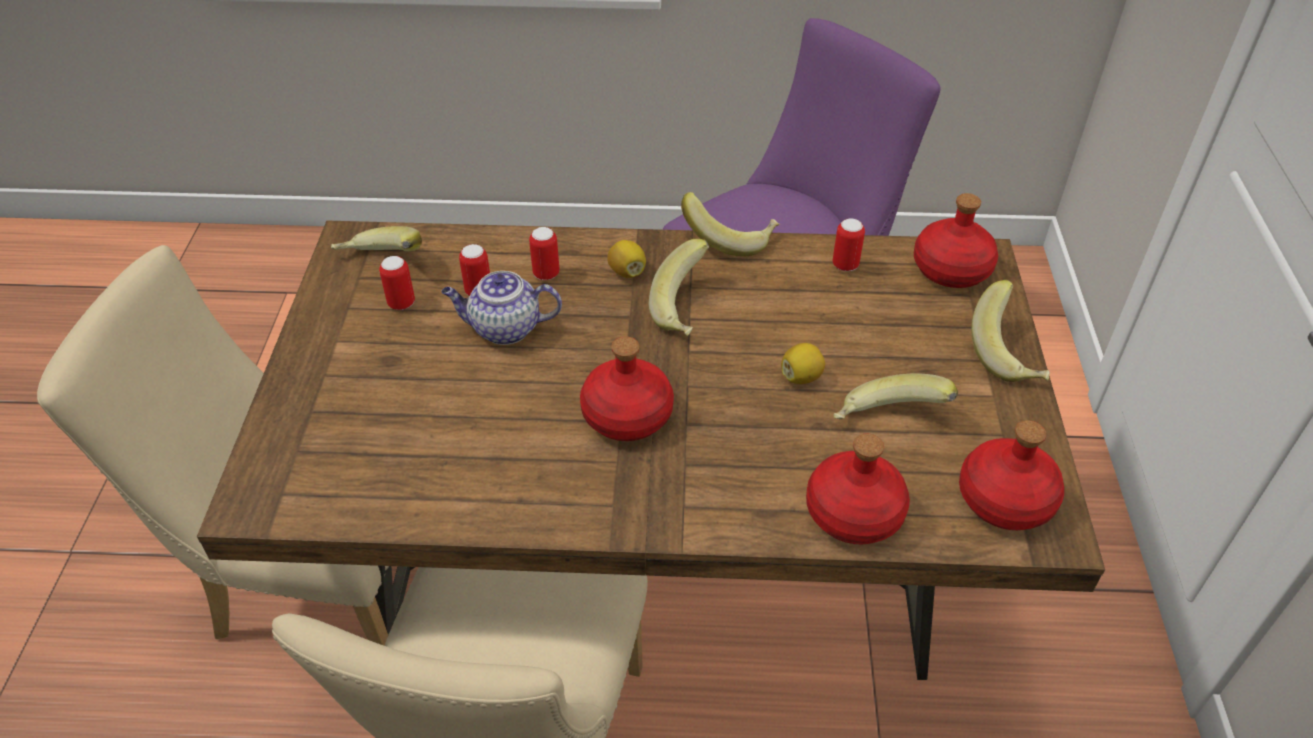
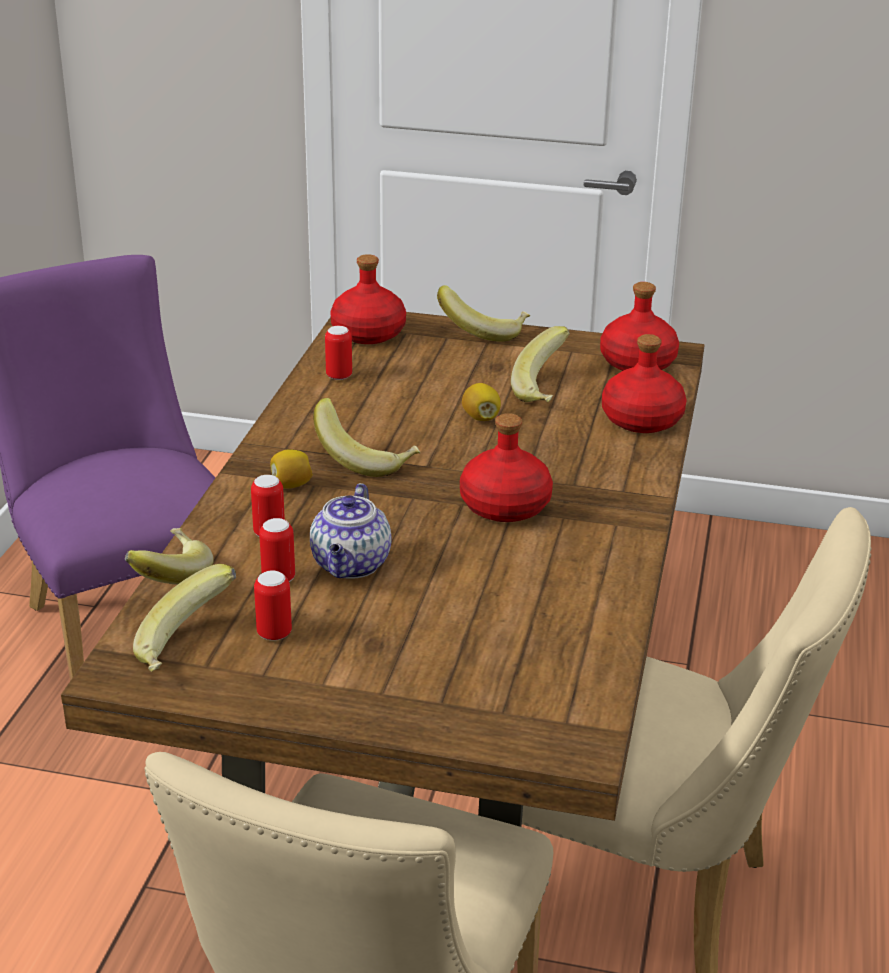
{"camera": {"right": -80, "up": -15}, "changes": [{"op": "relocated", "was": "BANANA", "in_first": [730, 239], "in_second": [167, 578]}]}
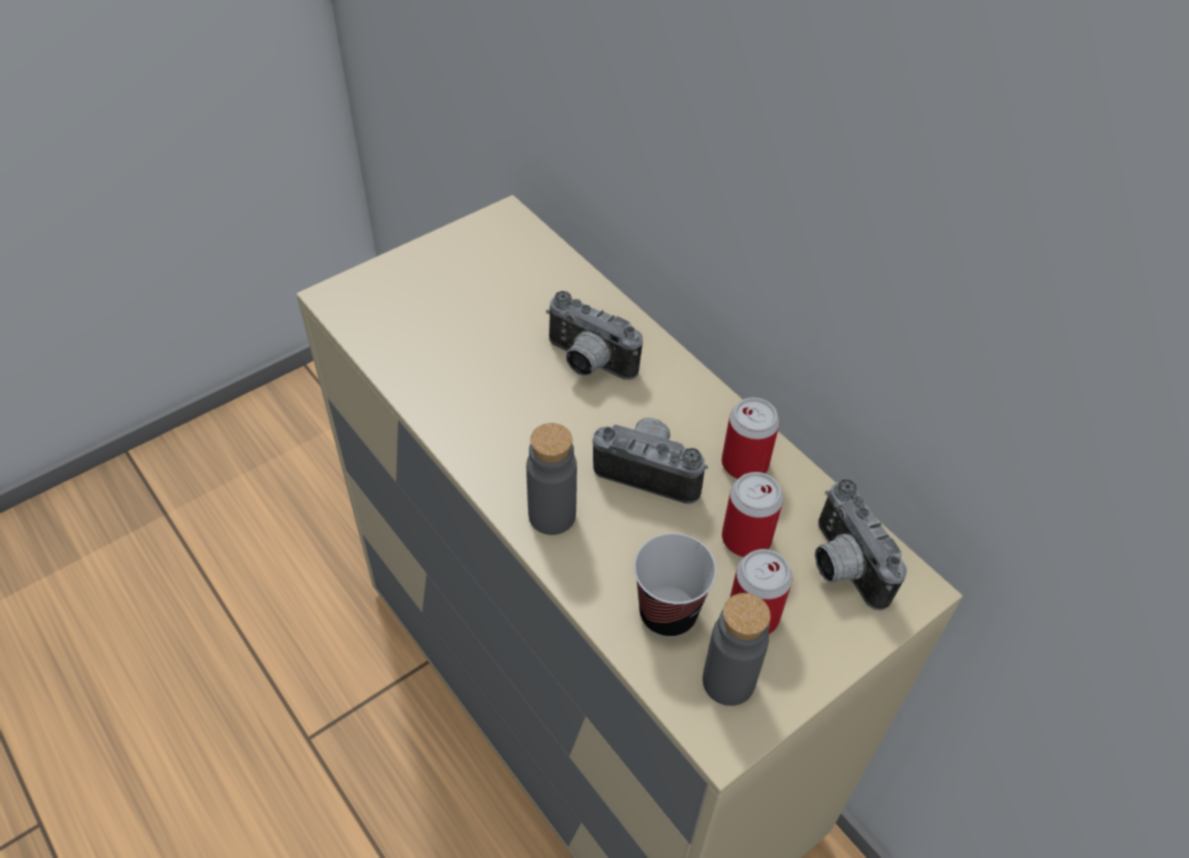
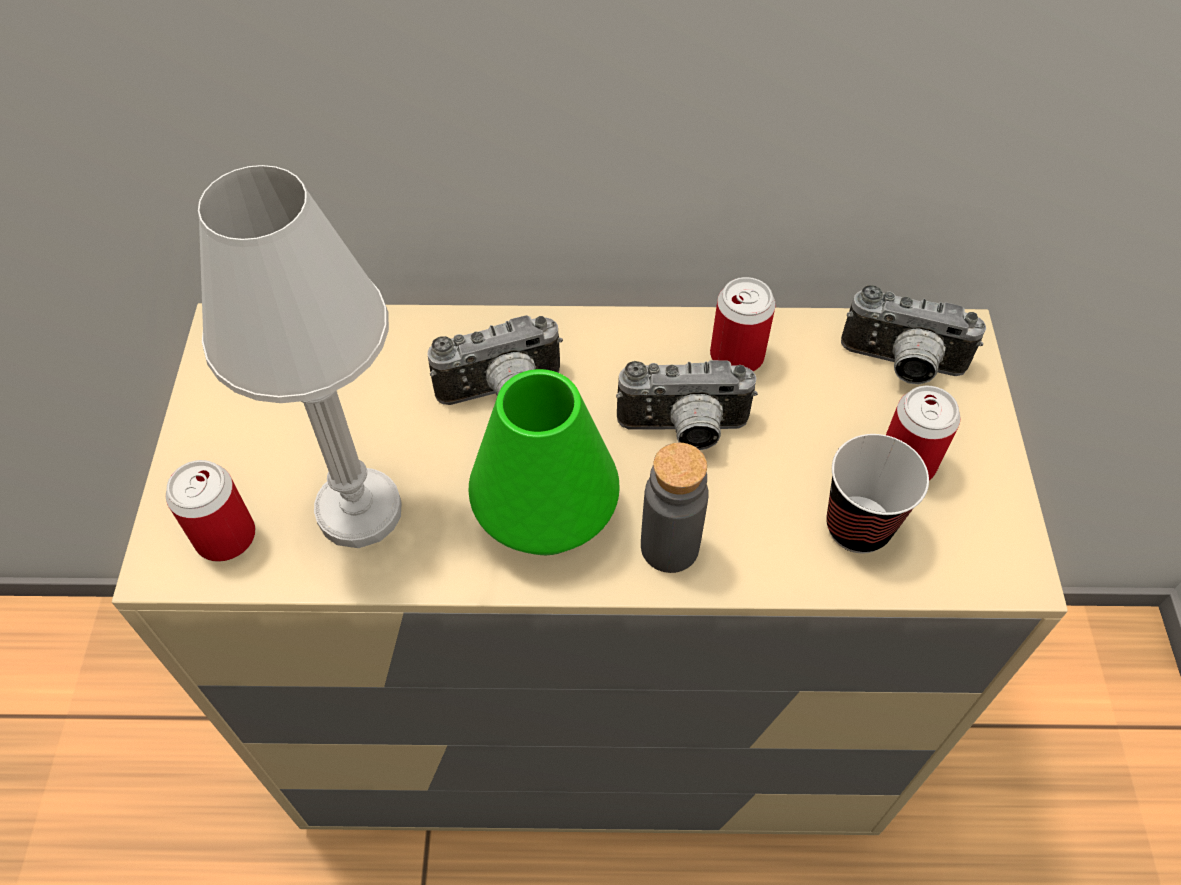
{"camera": {"right": -50, "up": 5}, "changes": [{"op": "missing", "was": "GREY BOTTLE", "in_first": [728, 681]}, {"op": "appeared", "now": "WHITE TABLE LAMP", "in_second": [359, 511]}, {"op": "appeared", "now": "GREEN VASE", "in_second": [546, 515]}, {"op": "relocated", "was": "CAN", "in_first": [746, 538], "in_second": [225, 536]}, {"op": "spun", "was": "PHOTO CAMERA", "in_first": [650, 471], "in_second": [683, 431], "clockwise": -150}]}
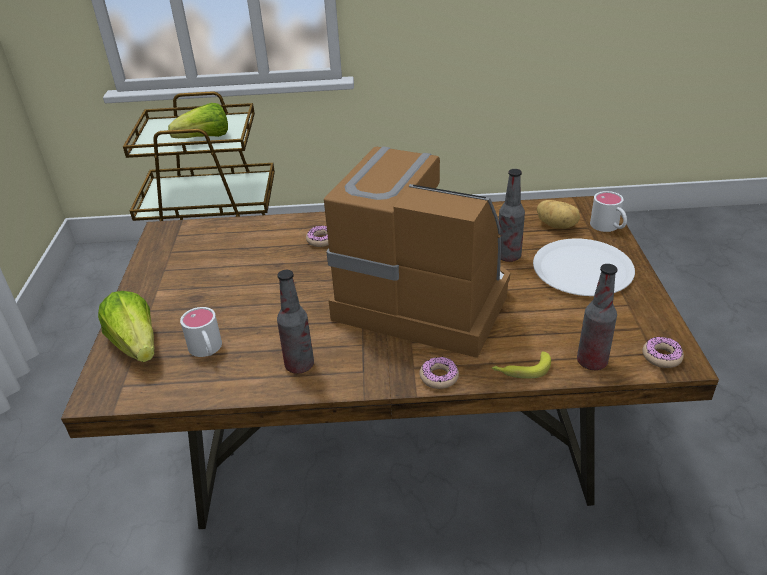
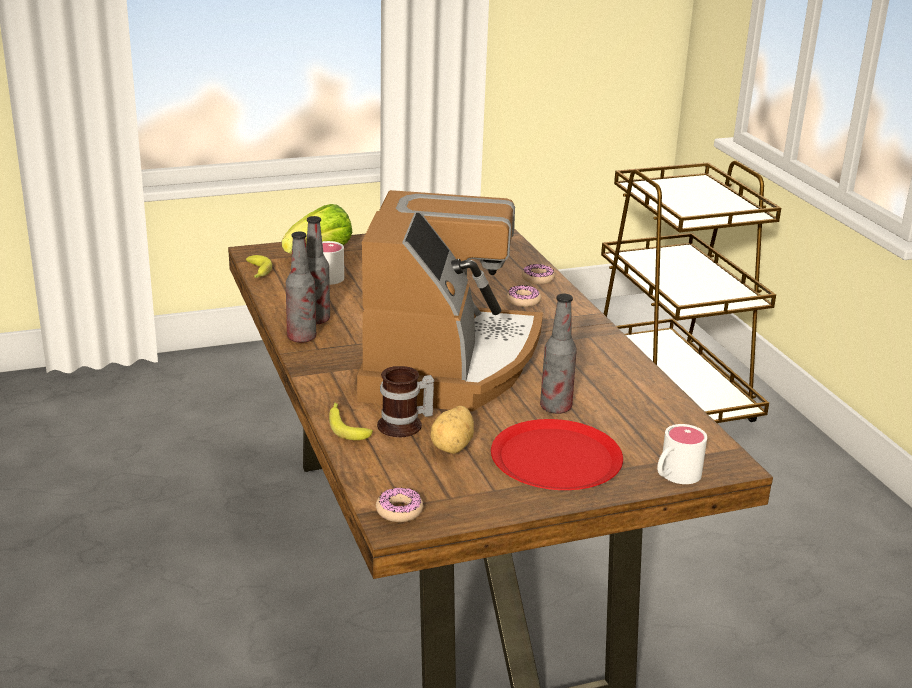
{"camera": {"right": 70, "up": -10}, "changes": [{"op": "missing", "was": "LETTUCE", "in_first": [205, 138]}, {"op": "appeared", "now": "BANANA", "in_second": [257, 272]}, {"op": "appeared", "now": "MUG", "in_second": [404, 426]}, {"op": "relocated", "was": "DONUT", "in_first": [439, 377], "in_second": [538, 279]}, {"op": "relocated", "was": "POTATO", "in_first": [557, 225], "in_second": [454, 446]}, {"op": "relocated", "was": "BOTTLE", "in_first": [591, 362], "in_second": [301, 338]}, {"op": "colour", "was": "WHITE PLATE", "now": "RED PLATE", "in_first": [582, 269], "in_second": [556, 458]}]}
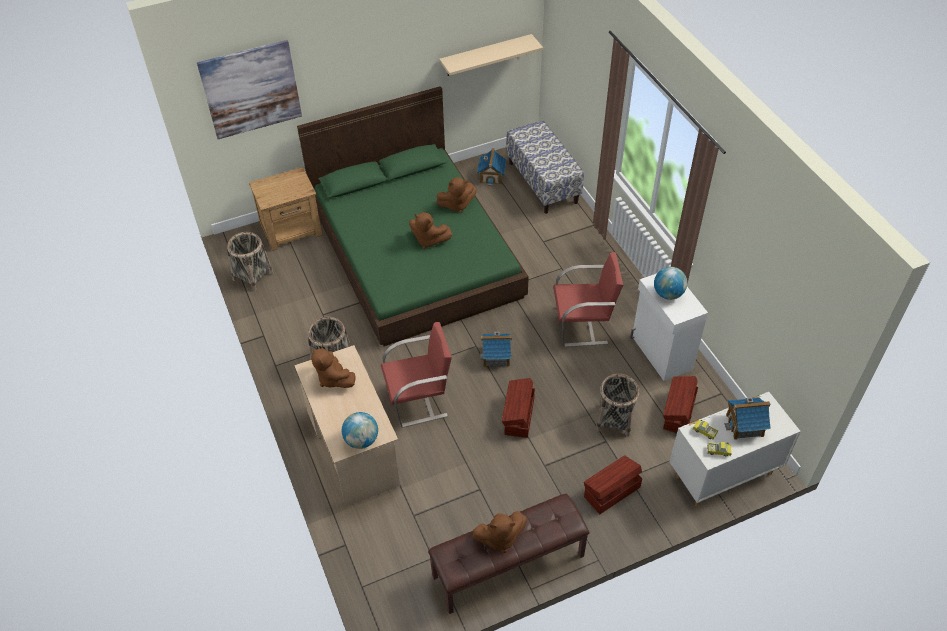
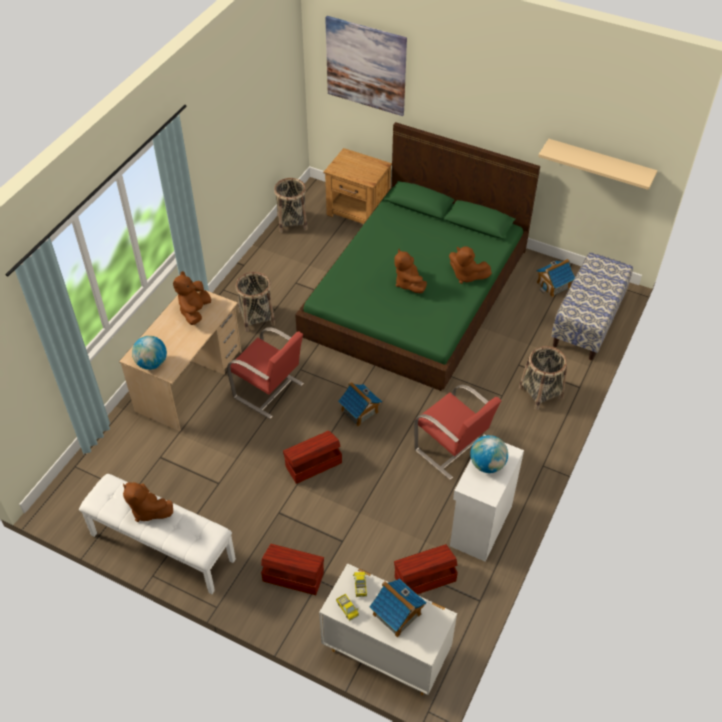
{"camera": {"right": 50, "up": 0}, "changes": [{"op": "relocated", "was": "BASKET", "in_first": [614, 420], "in_second": [540, 393]}, {"op": "colour", "was": "BROWN BENCH", "now": "WHITE BENCH", "in_first": [508, 566], "in_second": [162, 547]}]}
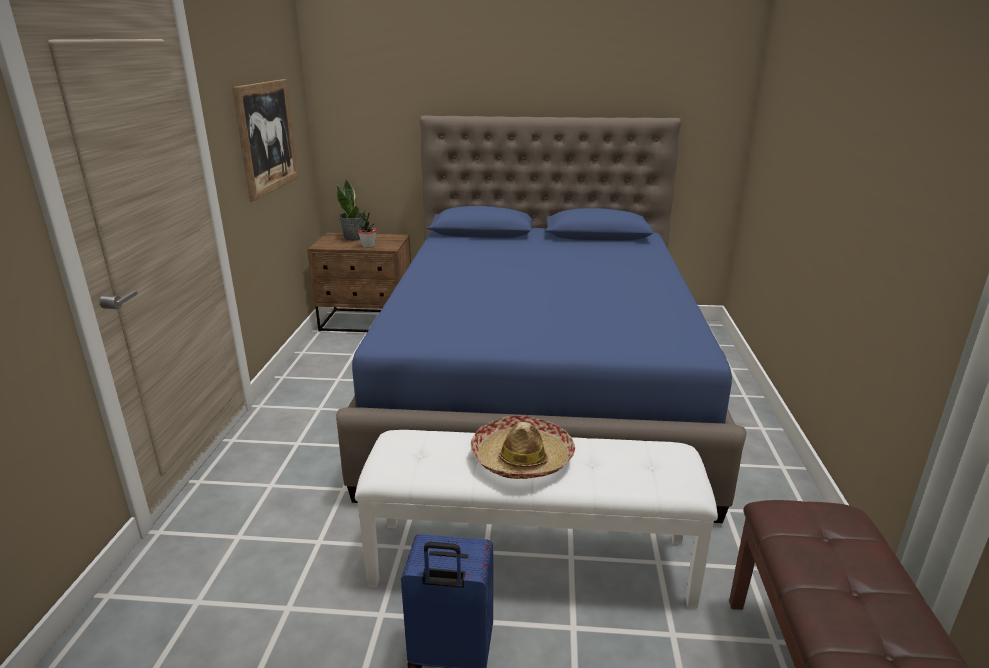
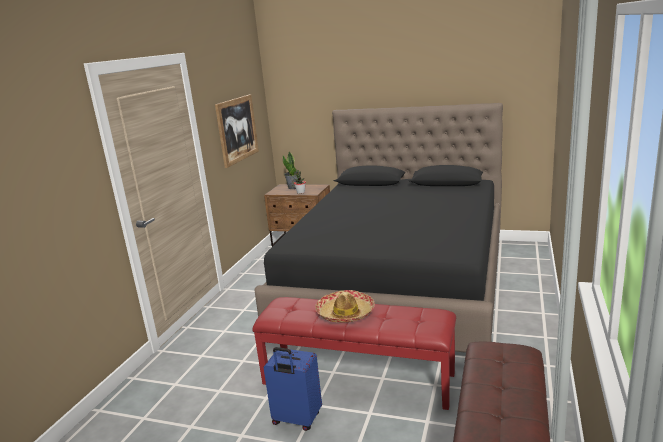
{"camera": {"right": 15, "up": -5}, "changes": [{"op": "colour", "was": "BLUE BED", "now": "BLACK BED", "in_first": [539, 390], "in_second": [398, 285]}, {"op": "colour", "was": "WHITE BENCH", "now": "RED BENCH", "in_first": [531, 560], "in_second": [358, 378]}]}
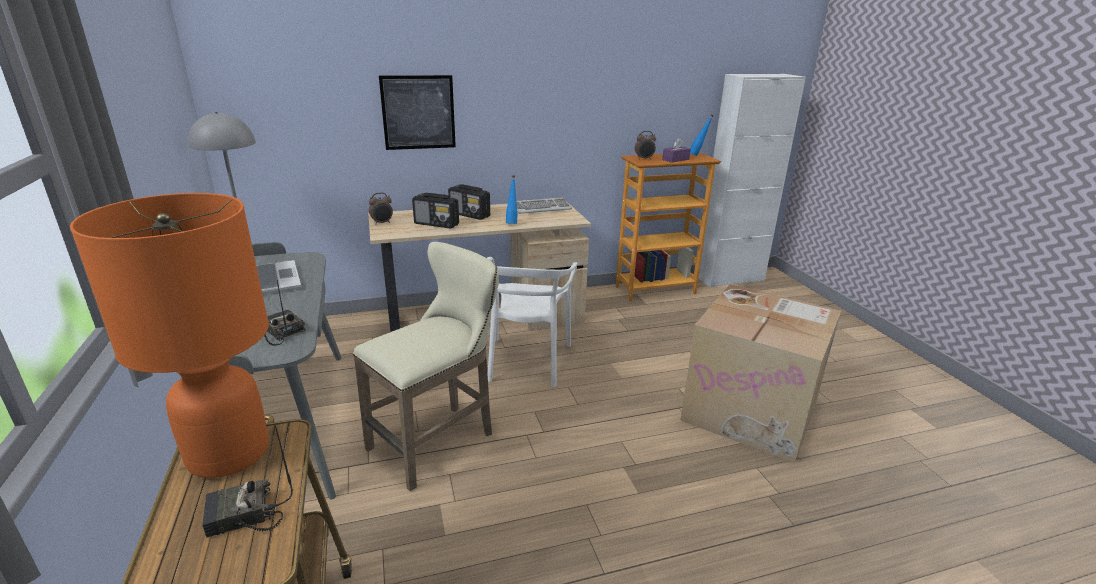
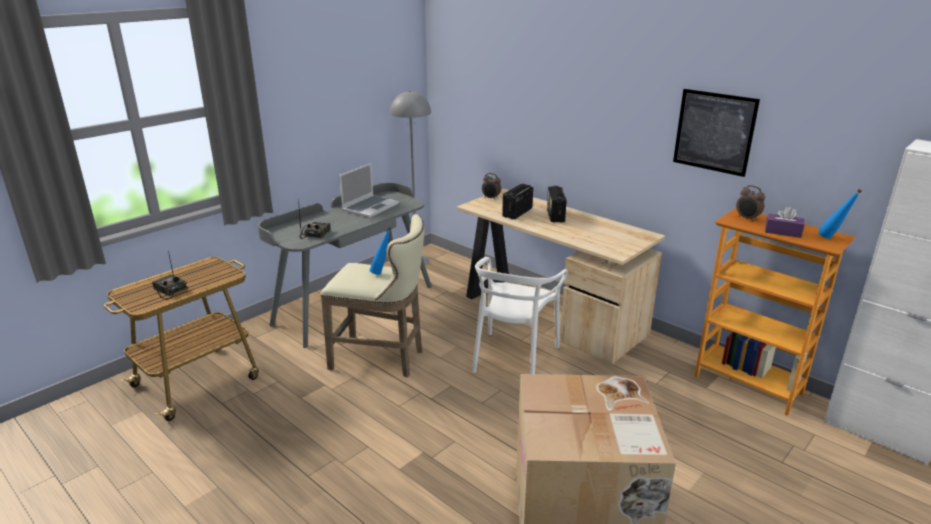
{"camera": {"right": 60, "up": 0}, "changes": [{"op": "missing", "was": "ORANGE TABLE LAMP", "in_first": [229, 452]}, {"op": "missing", "was": "KEYBOARD", "in_first": [541, 208]}, {"op": "relocated", "was": "PICTURE", "in_first": [418, 112], "in_second": [714, 132]}, {"op": "relocated", "was": "BLUE BOTTLE", "in_first": [512, 223], "in_second": [381, 272]}, {"op": "spun", "was": "RADIO", "in_first": [437, 224], "in_second": [517, 213], "clockwise": 45}, {"op": "spun", "was": "WHITE CHAIR", "in_first": [527, 361], "in_second": [513, 357], "clockwise": -45}]}
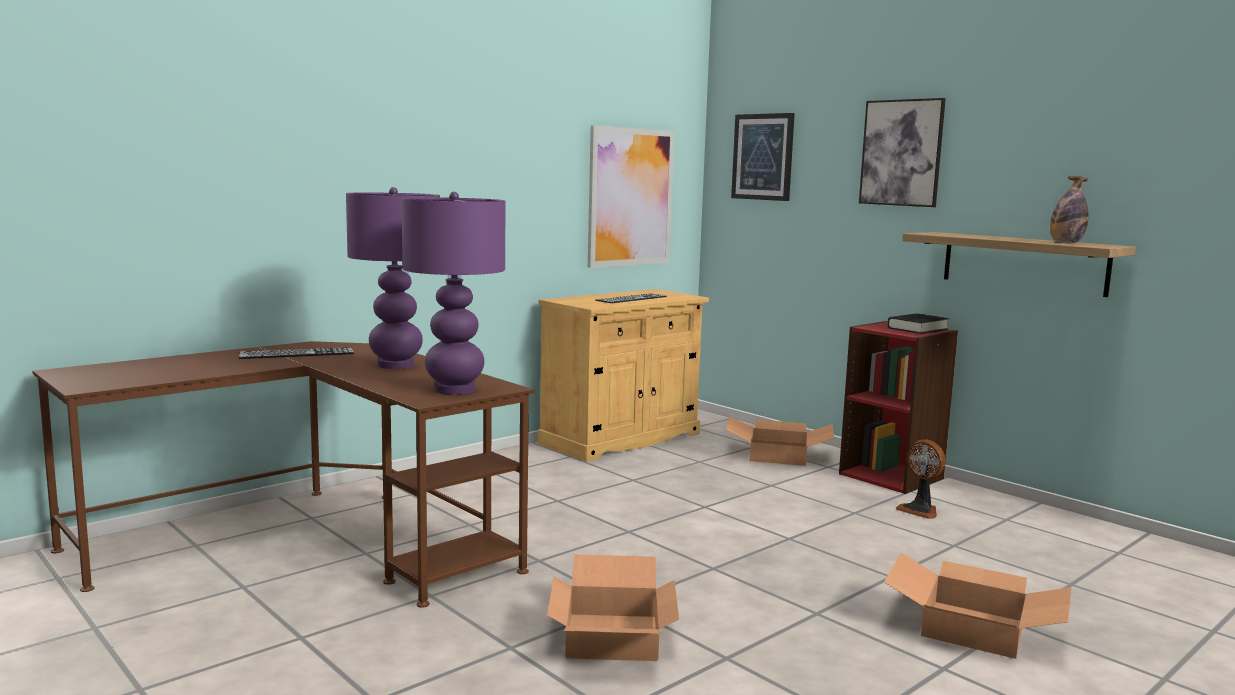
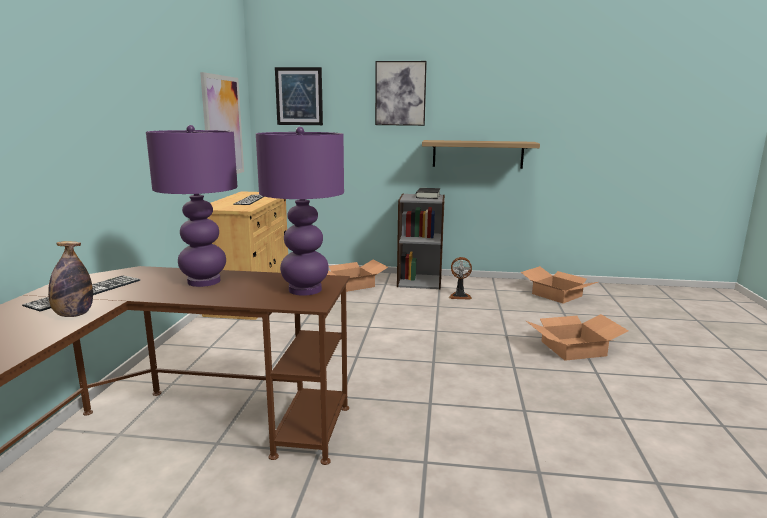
{"camera": {"right": -40, "up": 5}, "changes": [{"op": "relocated", "was": "CARDBOARD BOX", "in_first": [614, 637], "in_second": [558, 295]}, {"op": "relocated", "was": "BOTTLE", "in_first": [1066, 243], "in_second": [74, 315]}, {"op": "colour", "was": "RED BOOKCASE", "now": "GREY BOOKCASE", "in_first": [892, 476], "in_second": [419, 281]}]}
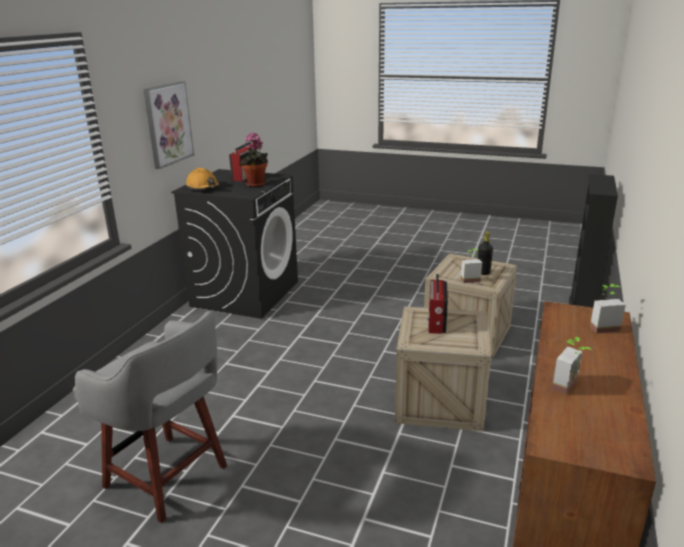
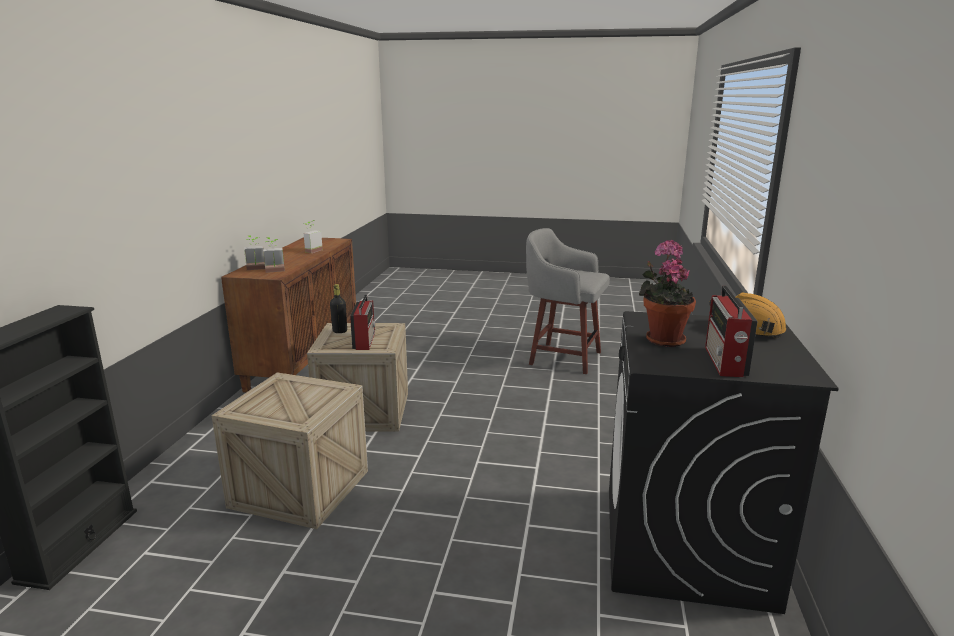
{"camera": {"right": 170, "up": -5}, "changes": [{"op": "missing", "was": "PICTURE", "in_first": [168, 124]}, {"op": "relocated", "was": "POTTED PLANT", "in_first": [469, 279], "in_second": [275, 271]}, {"op": "relocated", "was": "BLACK BOTTLE", "in_first": [483, 272], "in_second": [340, 331]}]}
